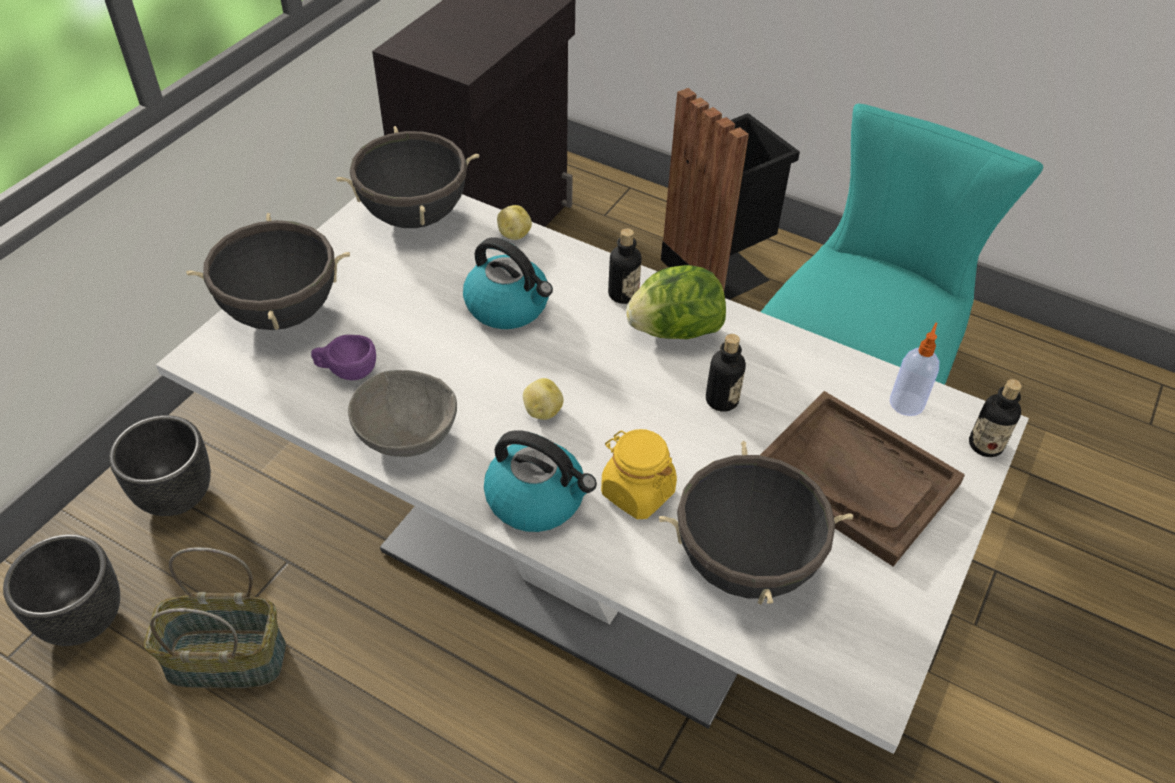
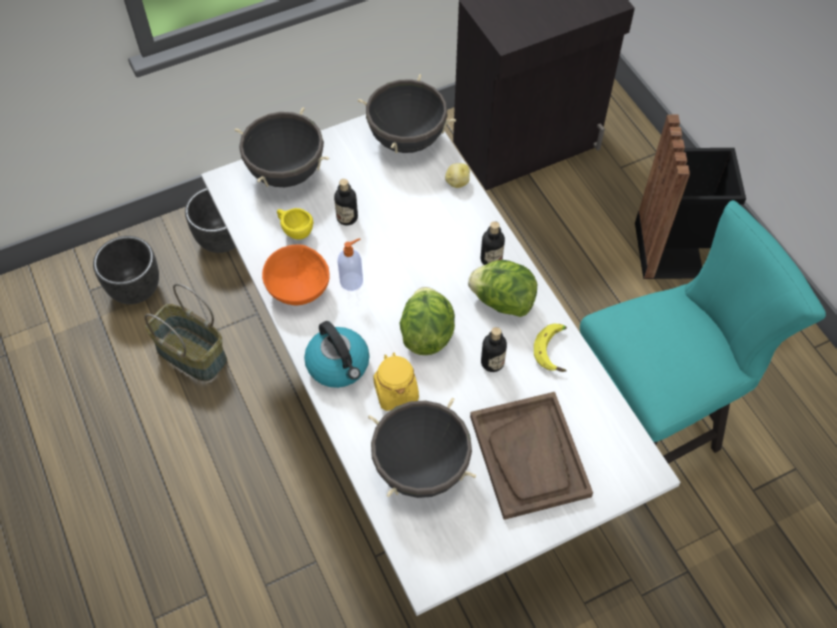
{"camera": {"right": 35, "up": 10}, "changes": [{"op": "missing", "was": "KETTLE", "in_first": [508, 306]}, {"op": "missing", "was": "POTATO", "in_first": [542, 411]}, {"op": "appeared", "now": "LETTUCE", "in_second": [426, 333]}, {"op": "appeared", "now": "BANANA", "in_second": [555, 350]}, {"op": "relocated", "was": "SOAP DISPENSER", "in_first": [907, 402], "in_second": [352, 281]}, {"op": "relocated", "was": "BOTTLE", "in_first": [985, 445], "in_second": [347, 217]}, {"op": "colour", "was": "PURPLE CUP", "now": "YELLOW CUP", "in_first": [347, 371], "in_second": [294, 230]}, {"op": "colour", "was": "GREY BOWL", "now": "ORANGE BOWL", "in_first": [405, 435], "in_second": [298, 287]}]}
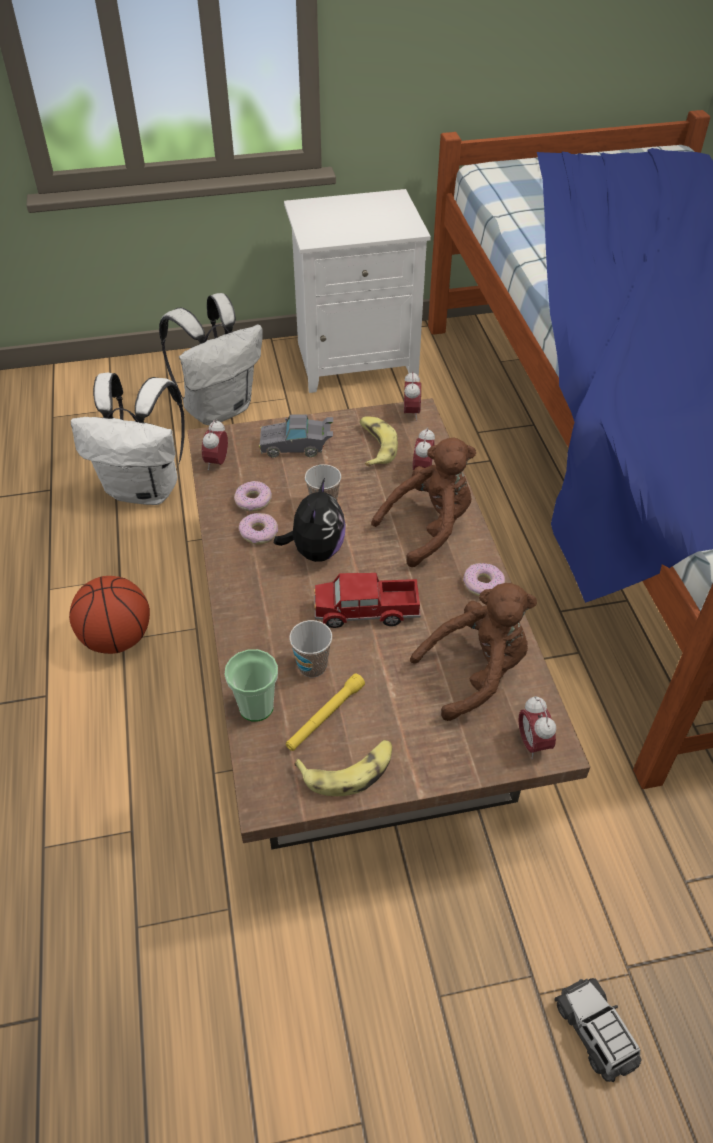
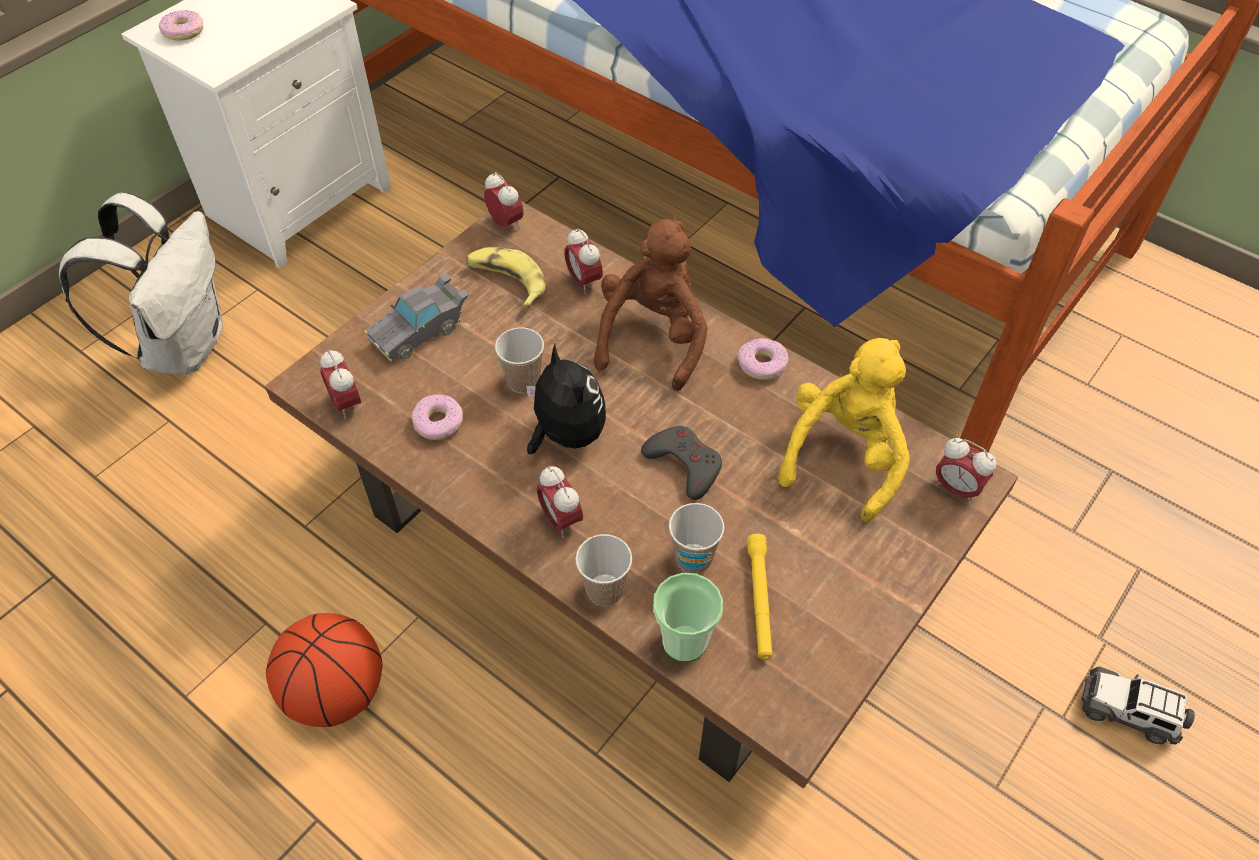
{"camera": {"right": -40, "up": 5}, "changes": [{"op": "missing", "was": "WHITE BACKPACK", "in_first": [146, 489]}, {"op": "missing", "was": "BANANA", "in_first": [349, 770]}, {"op": "appeared", "now": "ALARM CLOCK", "in_second": [561, 520]}, {"op": "appeared", "now": "CUP", "in_second": [605, 590]}, {"op": "relocated", "was": "DONUT", "in_first": [259, 533], "in_second": [183, 31]}, {"op": "exchanged", "was": "TOY TRUCK", "now": "GREY GAME CONTROLLER", "in_first": [366, 611], "in_second": [684, 464]}, {"op": "colour", "was": "BROWN PLUSH TOY", "now": "YELLOW PLUSH TOY", "in_first": [476, 672], "in_second": [844, 456]}]}
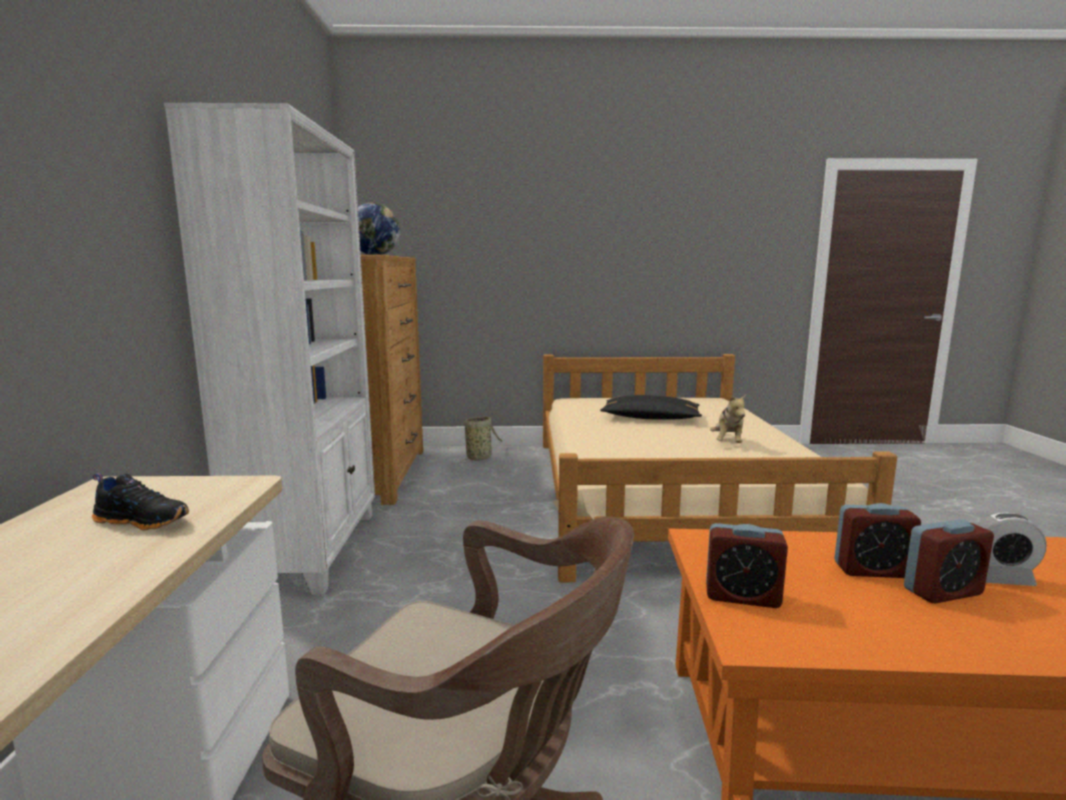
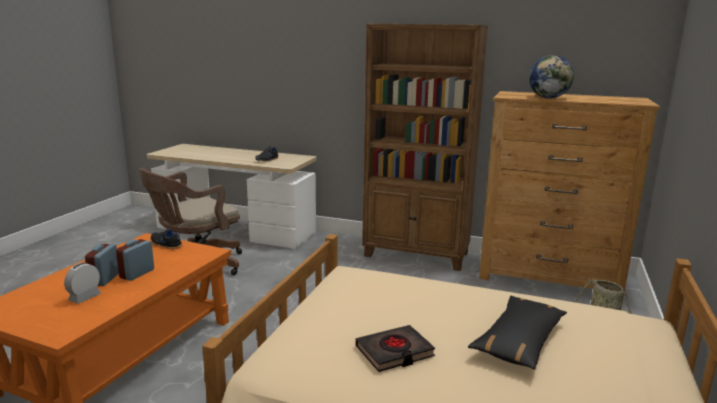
{"camera": {"right": 110, "up": 5}, "changes": [{"op": "exchanged", "was": "ALARM CLOCK", "now": "BLACK SHOE", "in_first": [742, 596], "in_second": [165, 245]}, {"op": "exchanged", "was": "PLUSH TOY", "now": "BLACK BOOK", "in_first": [728, 442], "in_second": [394, 352]}, {"op": "colour", "was": "WHITE BOOKCASE", "now": "BROWN BOOKCASE", "in_first": [312, 549], "in_second": [417, 255]}]}
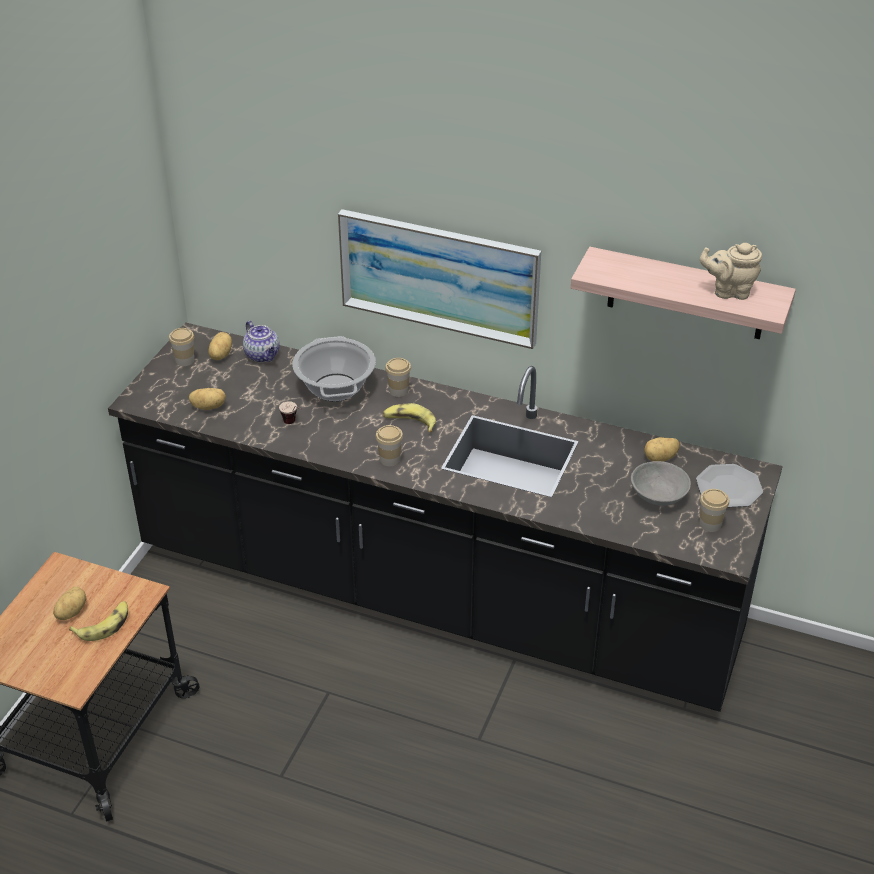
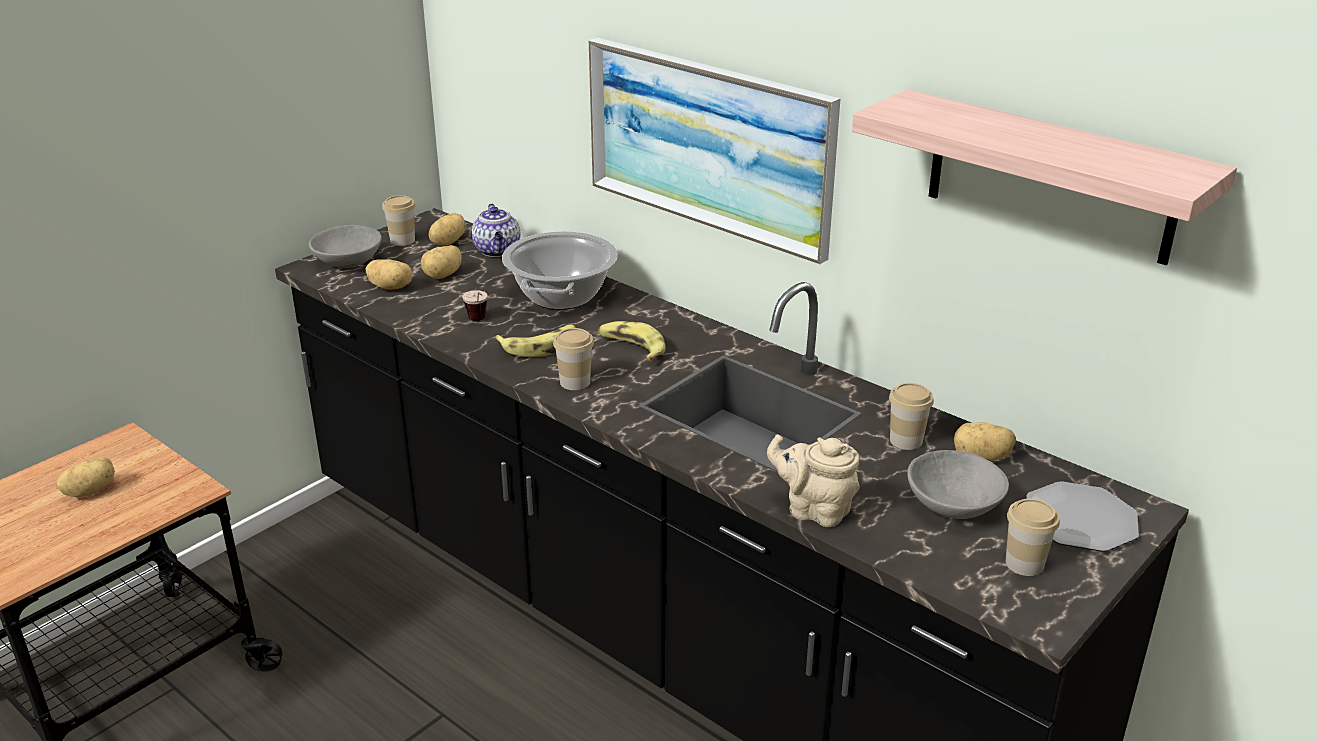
{"camera": {"right": 20, "up": -10}, "changes": [{"op": "appeared", "now": "GREY BOWL", "in_second": [349, 262]}, {"op": "appeared", "now": "POTATO", "in_second": [443, 275]}, {"op": "relocated", "was": "BANANA", "in_first": [104, 625], "in_second": [540, 346]}, {"op": "relocated", "was": "CUP", "in_first": [398, 391], "in_second": [906, 440]}, {"op": "relocated", "was": "BEIGE TEAPOT", "in_first": [729, 291], "in_second": [814, 510]}]}
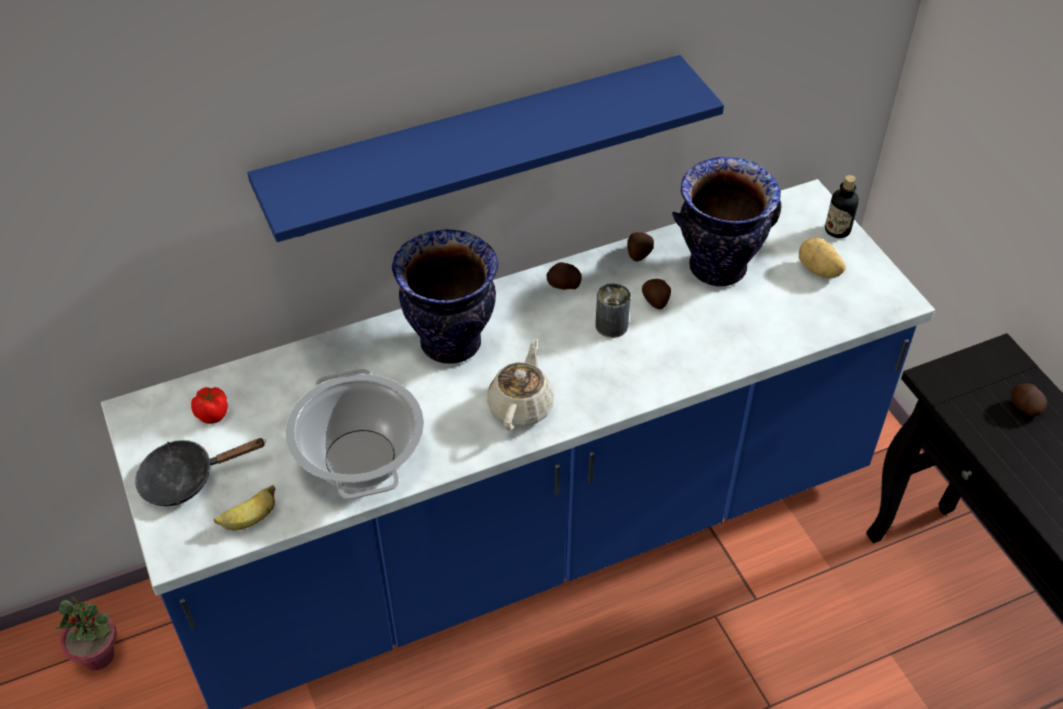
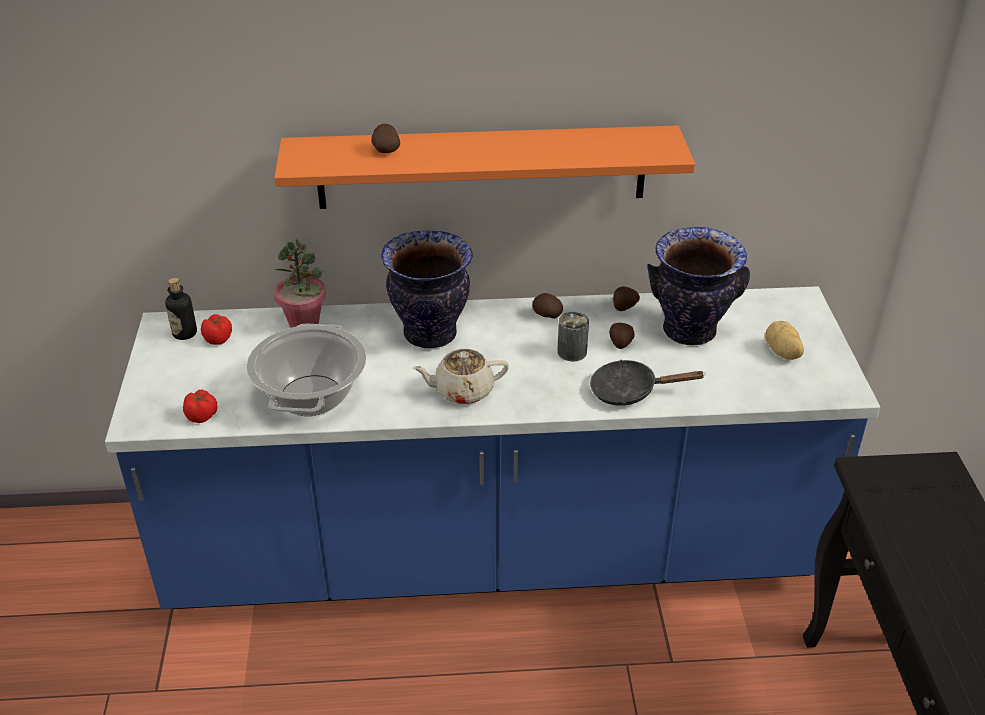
{"camera": {"right": 20, "up": -10}, "changes": [{"op": "relocated", "was": "POTTED PLANT", "in_first": [98, 655], "in_second": [304, 322]}, {"op": "relocated", "was": "BLACK FRYING PAN", "in_first": [186, 478], "in_second": [630, 391]}, {"op": "relocated", "was": "BOTTLE", "in_first": [837, 230], "in_second": [184, 333]}, {"op": "relocated", "was": "POTATO", "in_first": [1024, 408], "in_second": [385, 150]}, {"op": "exchanged", "was": "BANANA", "now": "TOMATO", "in_first": [250, 520], "in_second": [202, 416]}, {"op": "colour", "was": "BLUE SHELF", "now": "ORANGE SHELF", "in_first": [475, 147], "in_second": [482, 167]}, {"op": "spun", "was": "BEIGE TEAPOT", "in_first": [521, 406], "in_second": [462, 391], "clockwise": -135}]}
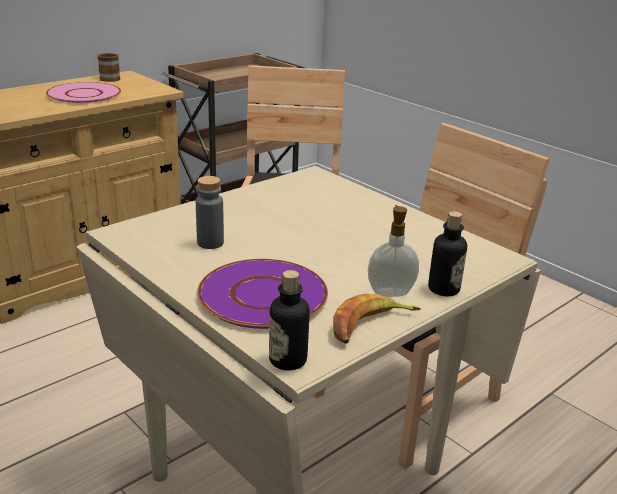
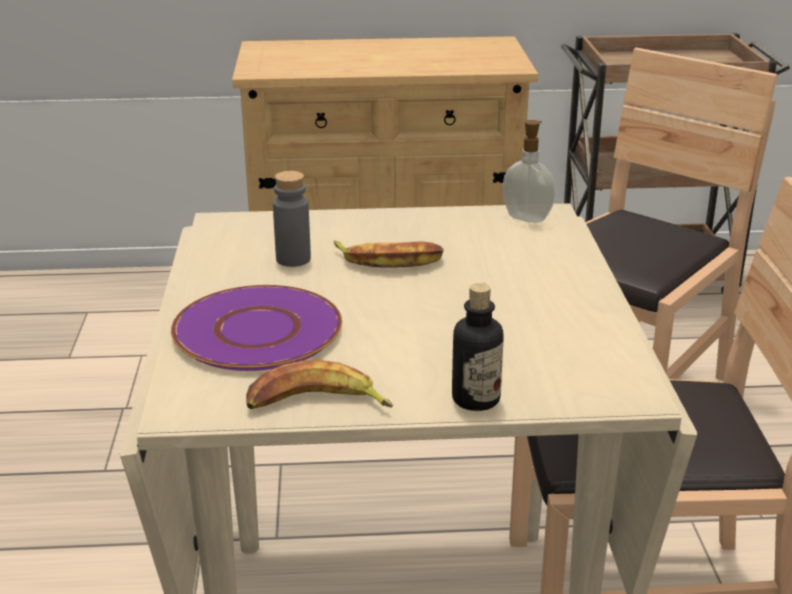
{"camera": {"right": 40, "up": 0}, "changes": [{"op": "missing", "was": "PINK PLATE", "in_first": [83, 95]}, {"op": "missing", "was": "MUG", "in_first": [112, 78]}, {"op": "missing", "was": "BOTTLE", "in_first": [288, 360]}, {"op": "appeared", "now": "BANANA", "in_second": [389, 260]}, {"op": "relocated", "was": "SOAP DISPENSER", "in_first": [390, 292], "in_second": [527, 218]}]}
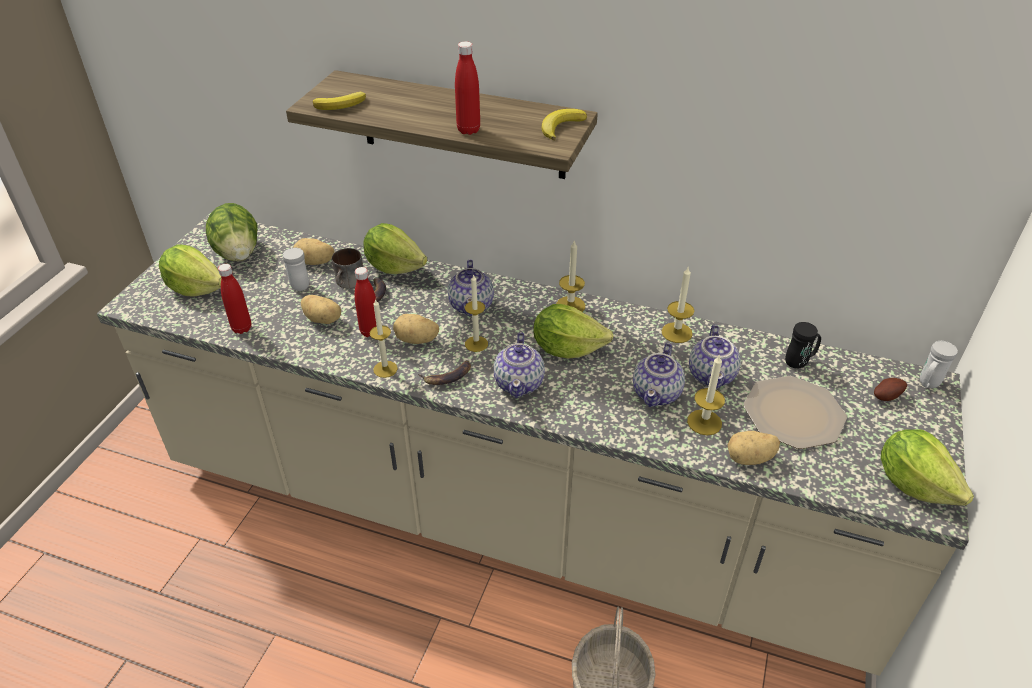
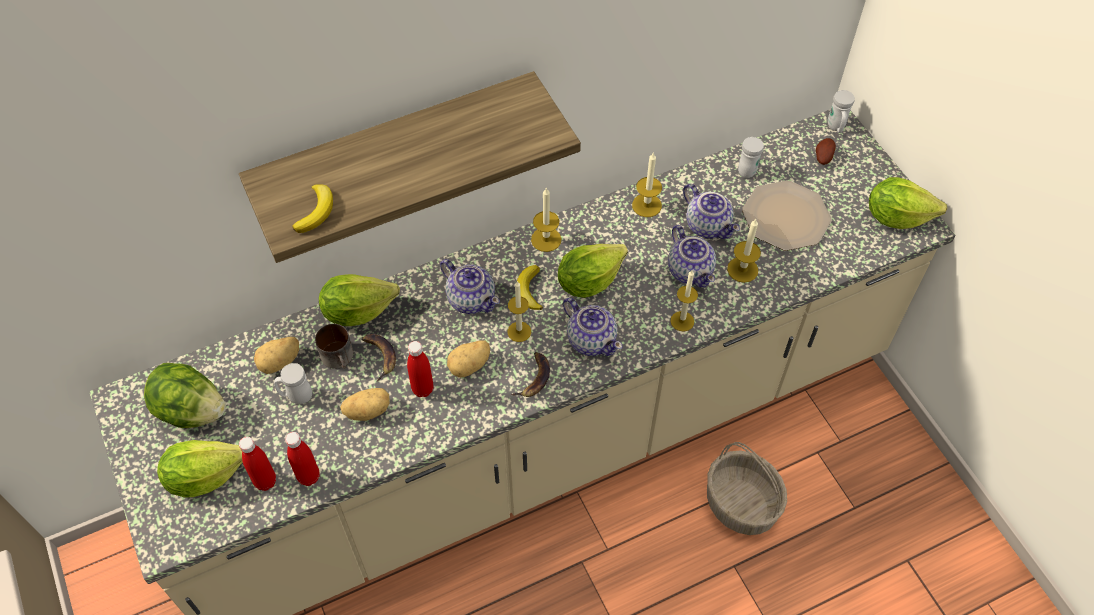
{"camera": {"right": -45, "up": 15}, "changes": [{"op": "missing", "was": "POTATO", "in_first": [750, 459]}, {"op": "relocated", "was": "CANDLE", "in_first": [385, 369], "in_second": [682, 321]}, {"op": "relocated", "was": "RED BOTTLE", "in_first": [468, 130], "in_second": [265, 481]}, {"op": "relocated", "was": "BANANA", "in_first": [561, 127], "in_second": [529, 290]}, {"op": "colour", "was": "BLACK MUG", "now": "WHITE MUG", "in_first": [799, 362], "in_second": [748, 169]}]}
